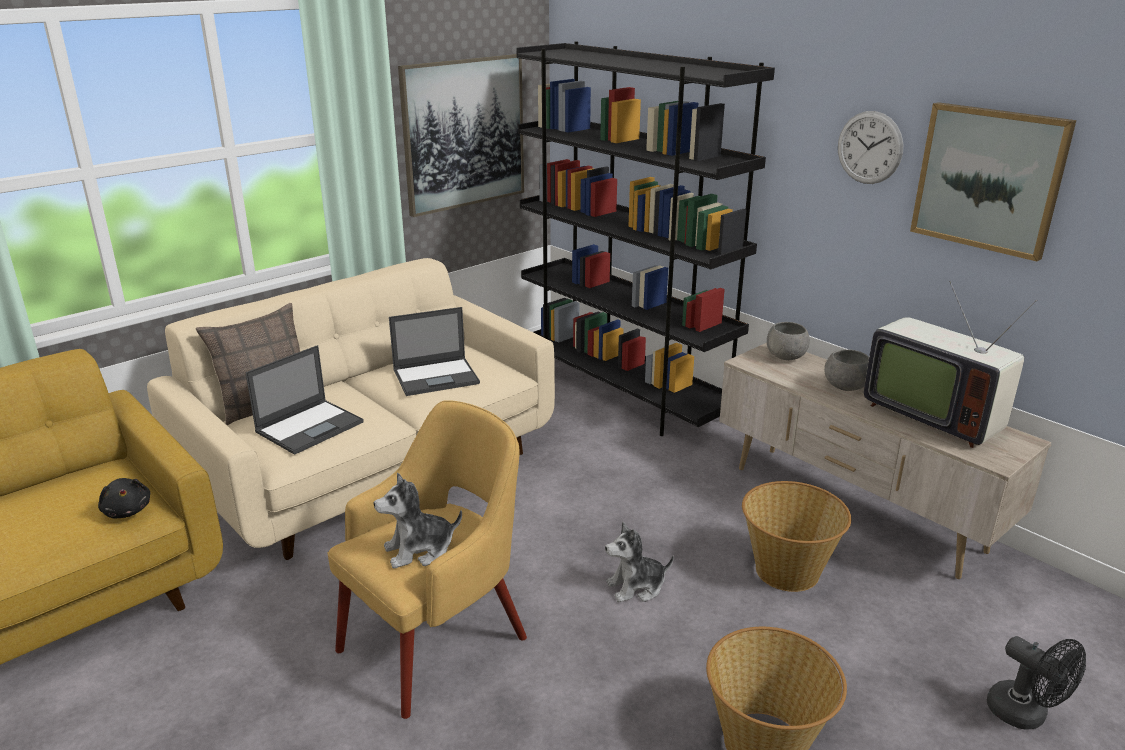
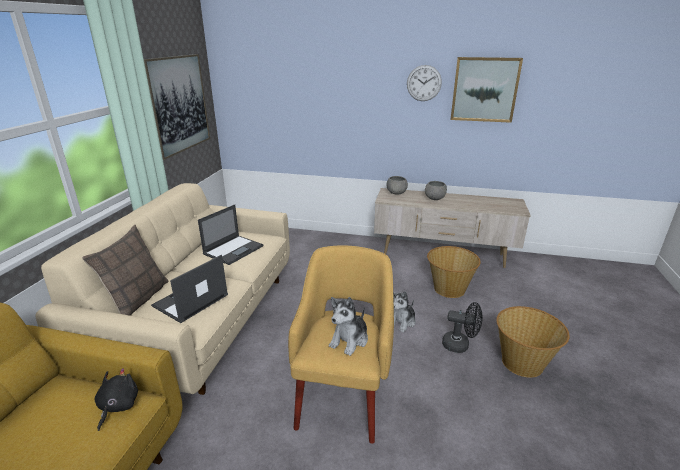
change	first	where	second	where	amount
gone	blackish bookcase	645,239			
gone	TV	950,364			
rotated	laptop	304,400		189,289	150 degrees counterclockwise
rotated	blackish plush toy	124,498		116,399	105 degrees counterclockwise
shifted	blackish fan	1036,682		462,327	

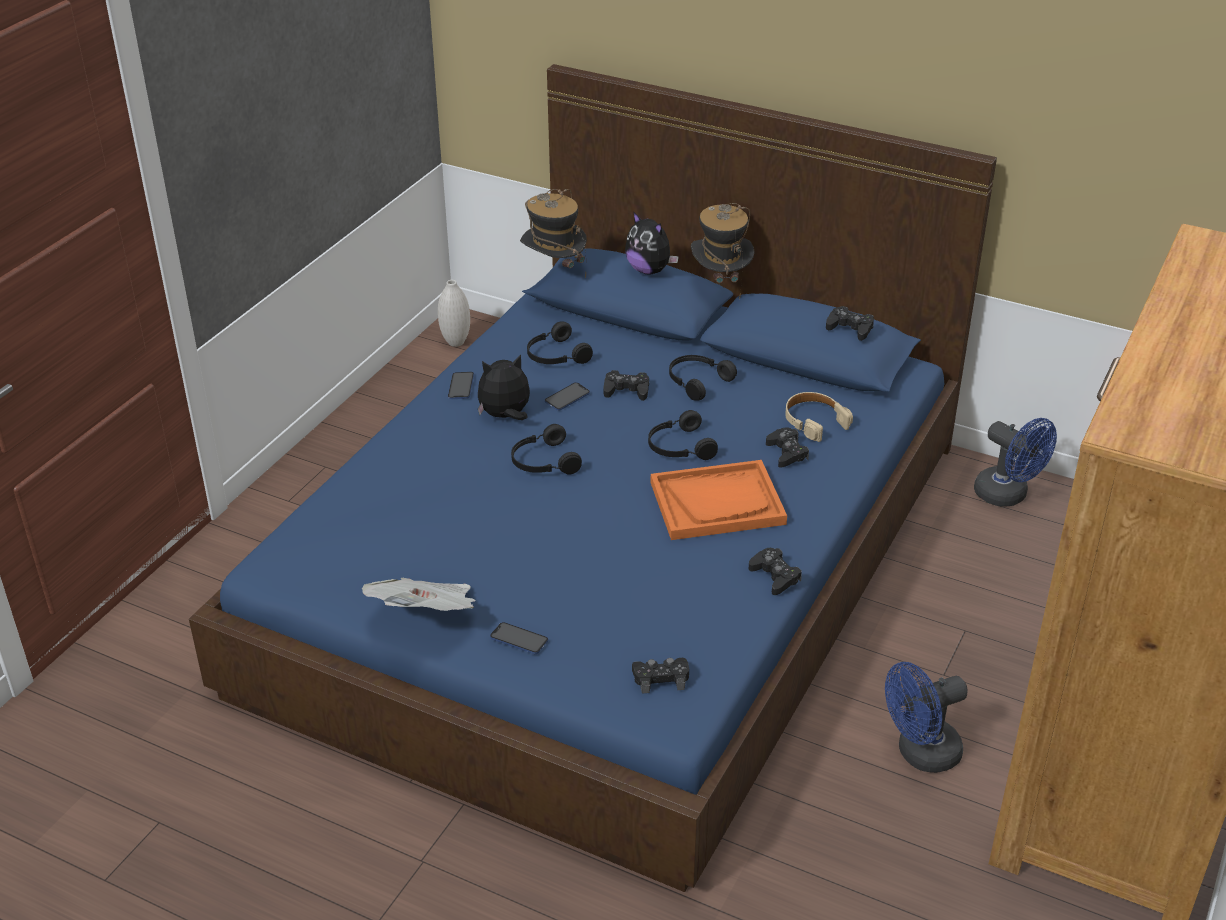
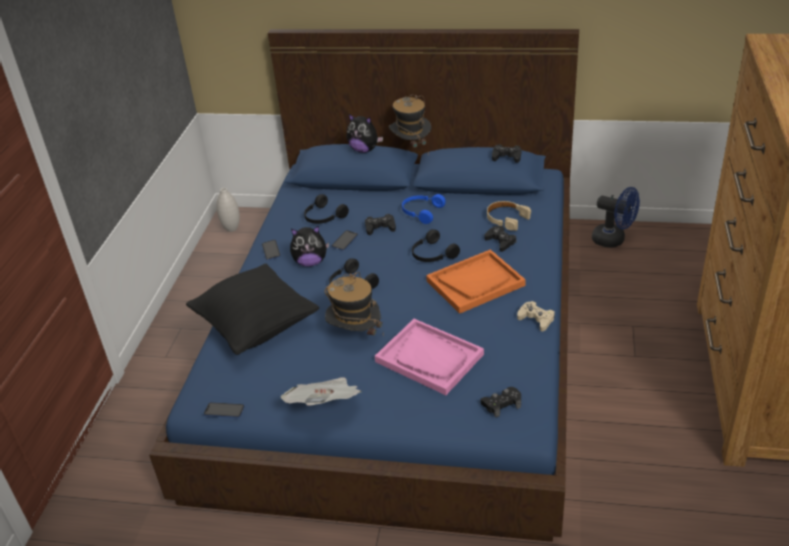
change	first	where	second	where	amount
shifted	hat	553,233		354,304	
rotated	plush toy	504,387		309,246	150 degrees counterclockwise
repainted	blackish pair of headphones	703,378	blue pair of headphones	424,209	
repainted	blackish gamepad	775,571	beige gamepad	536,316	
shifted	handset	519,638		224,410	
gone	blue fan	926,717			
new			blackish cushion	252,309	
new			pink-coloured carrying tray	429,357	

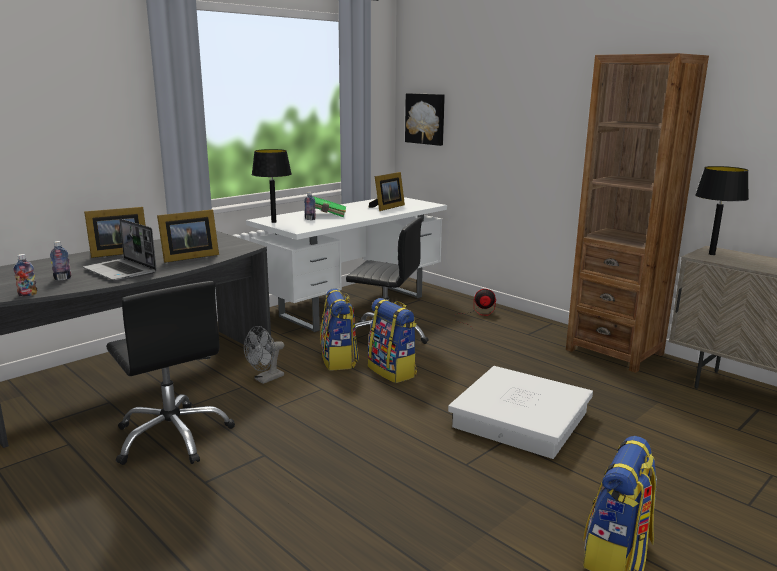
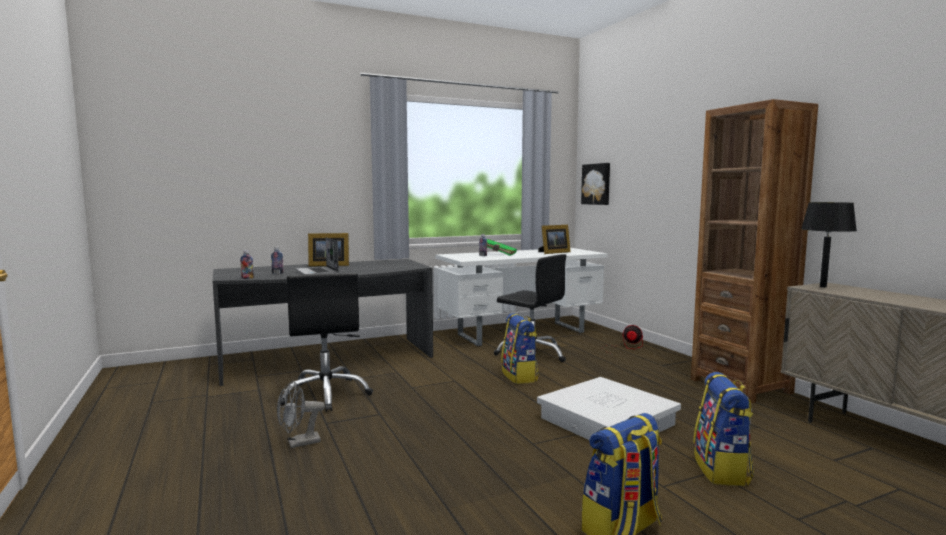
change	first	where	second	where	amount
gone	blackish tabletop lamp	272,186			
gone	photo frame	188,236			
shifted	backpack	339,329		723,429	
shifted	greyish fan	264,355		301,414	

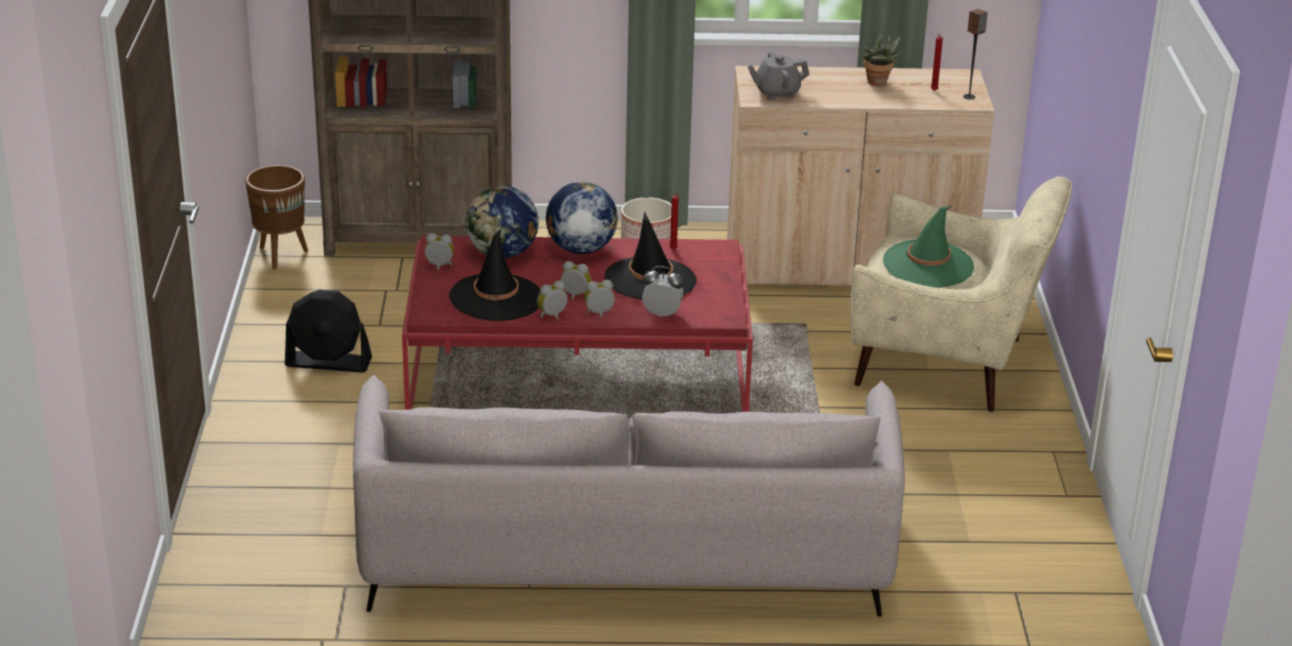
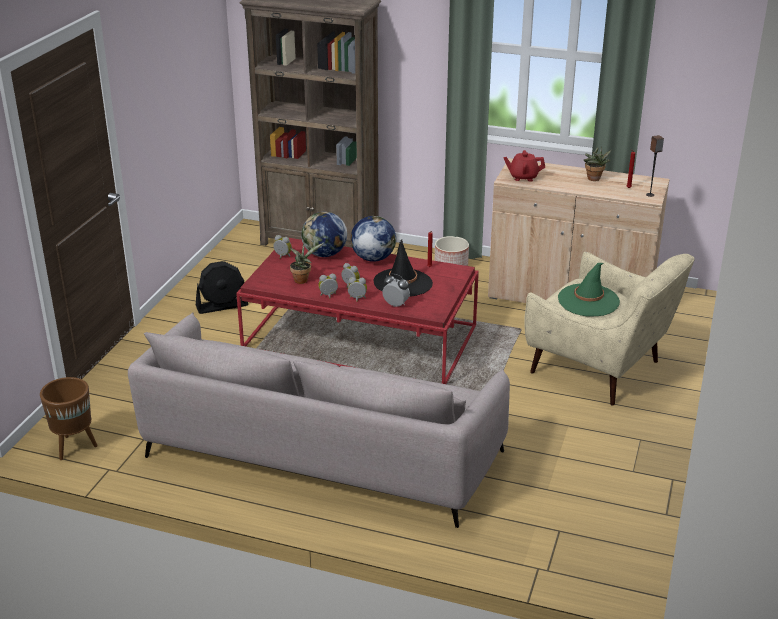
change	first	where	second	where	amount
repainted	greyish tea pot	778,76	red tea pot	524,166	
shifted	brownish flower pot	276,217		69,418	
swapped	blackish hat	494,274	potted plant	306,263	
rotated	blackish fan	328,331		222,287	45 degrees counterclockwise

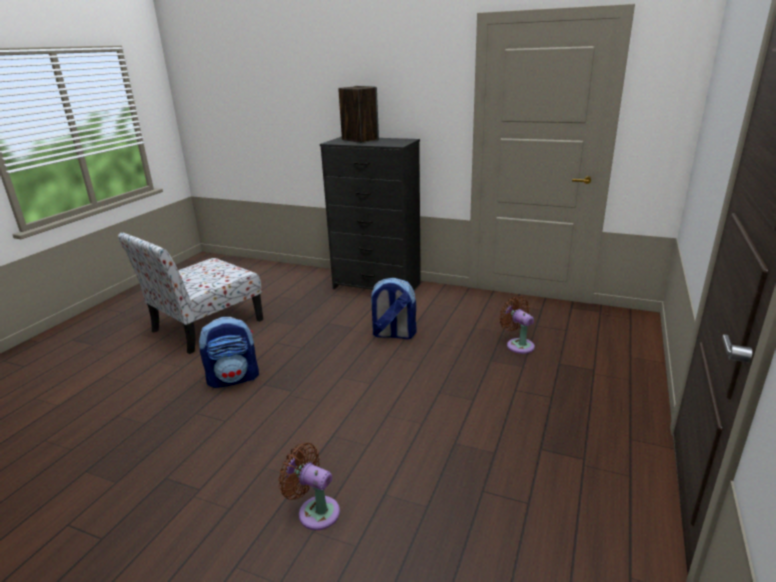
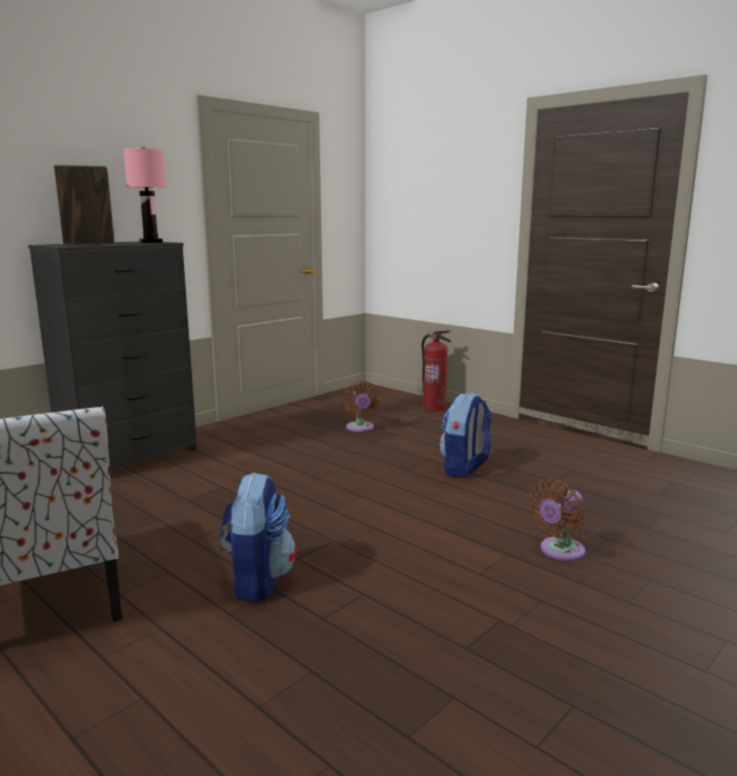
change	first	where	second	where	amount
shifted	backpack	393,308		466,435	
rotated	brownish fan	517,325		362,406	90 degrees counterclockwise
new			pink-coloured tabletop lamp	144,195	
new			fire-fighting cylinder	436,370	

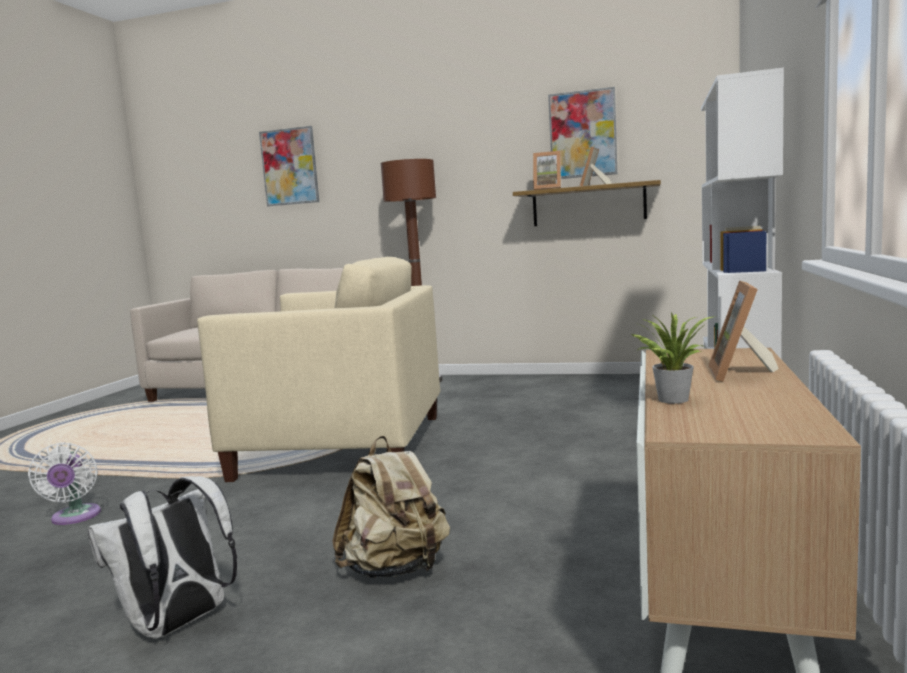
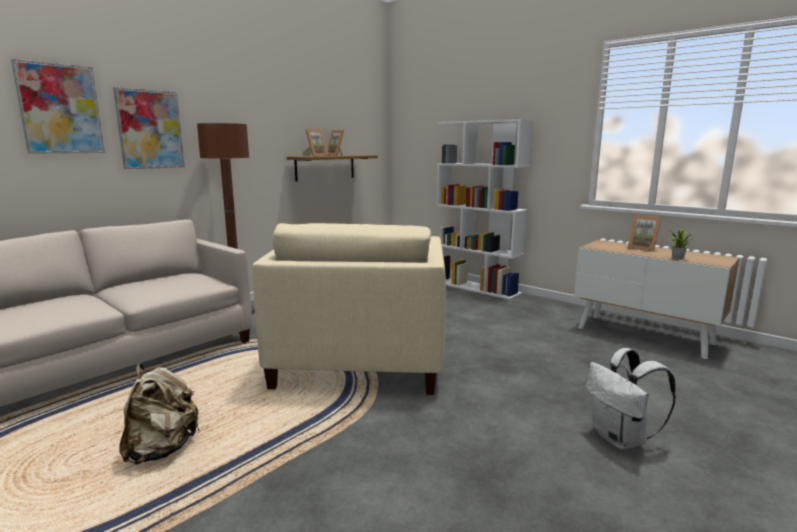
change	first	where	second	where	amount
shifted	wall art	582,133		149,128	
rotated	beige armchair	318,369		349,309	150 degrees clockwise
shifted	beige backpack	391,507		159,414	
gone	white-coloured fan	64,483			

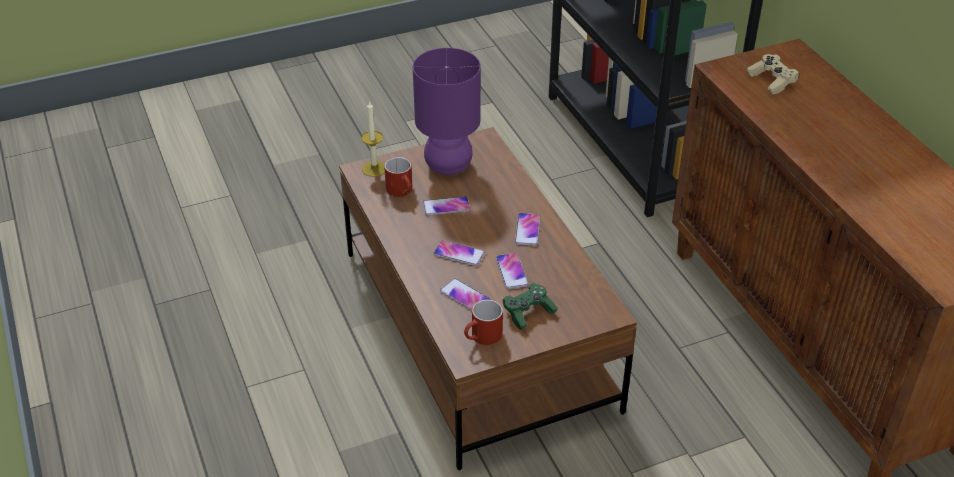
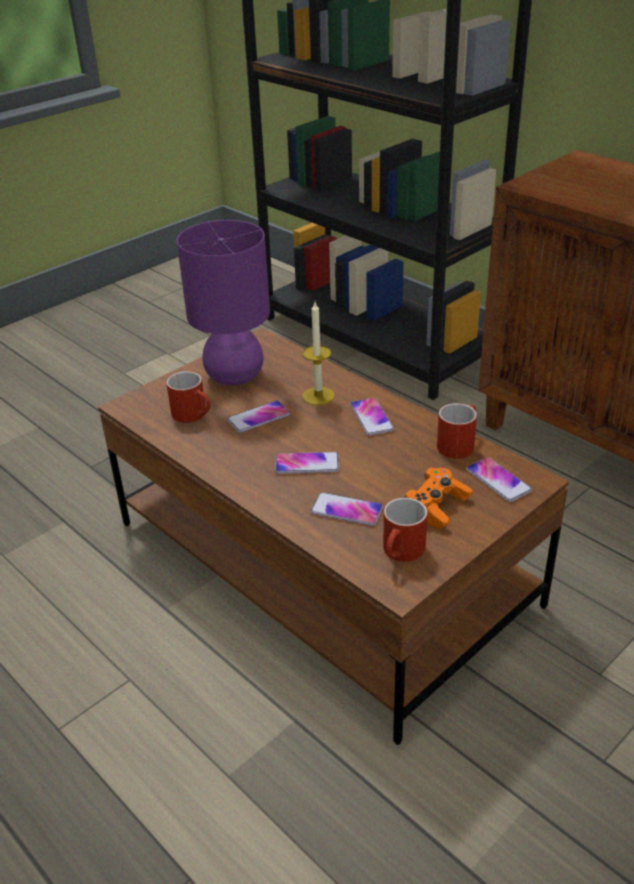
change	first	where	second	where	amount
gone	beige gamepad	773,74			
shifted	wax light	373,139		318,353	
shifted	handset	512,271		499,479	
repainted	greenish gamepad	530,306	orange-coloured gamepad	438,499	
new			red tea mug	457,431	

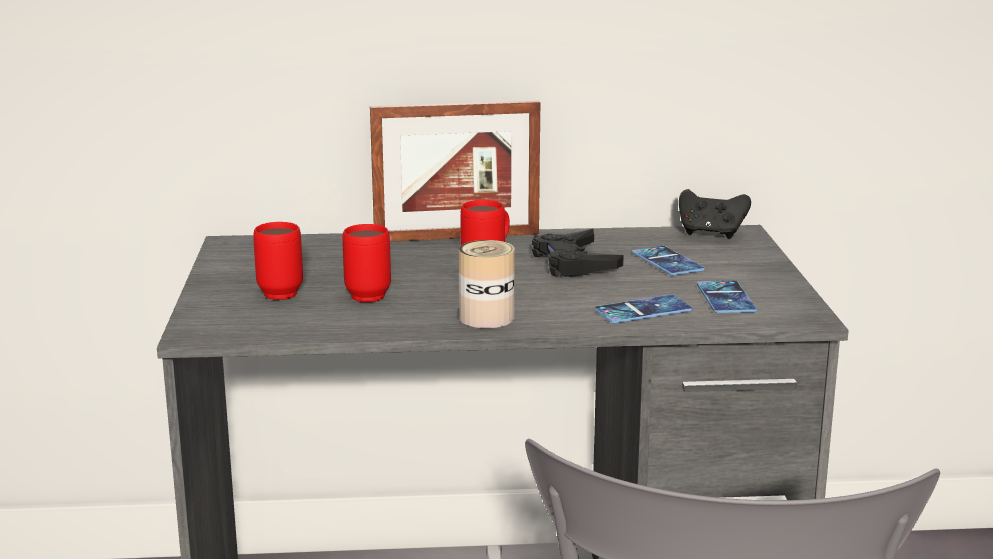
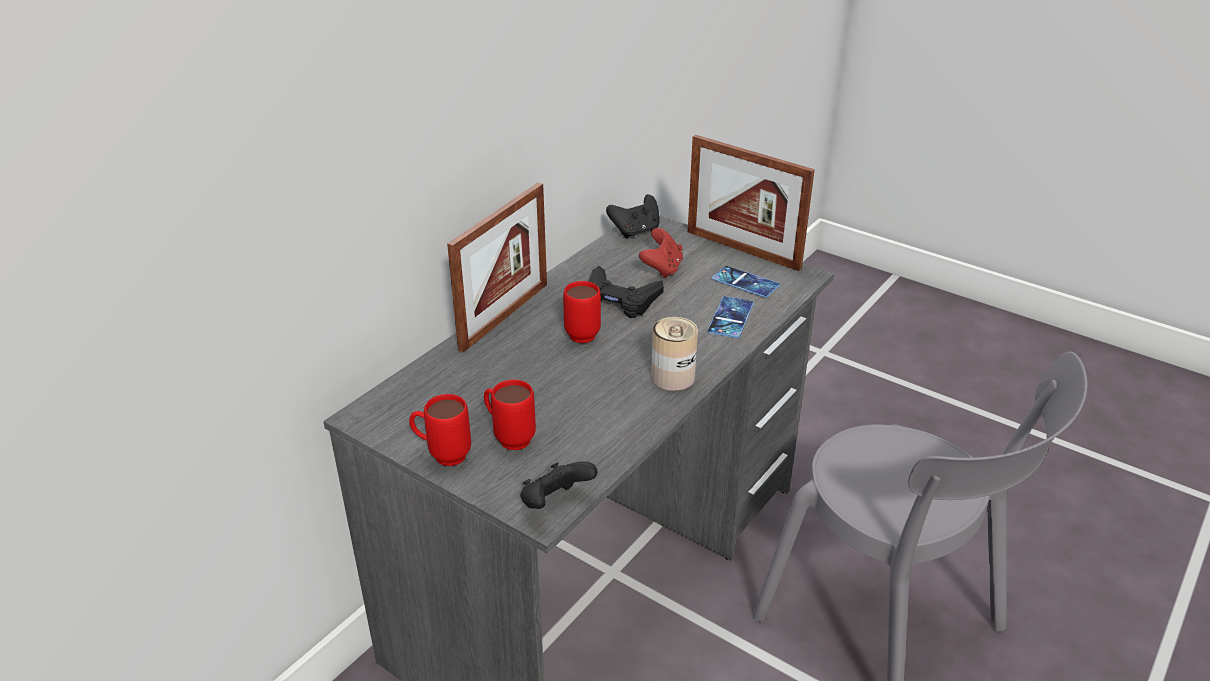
change	first	where	second	where	amount
shifted	red tea mug	366,263		440,430	
swapped	handset	668,260	red gamepad	661,253	
new			photo frame	751,203	
new			blackish gamepad	559,485	

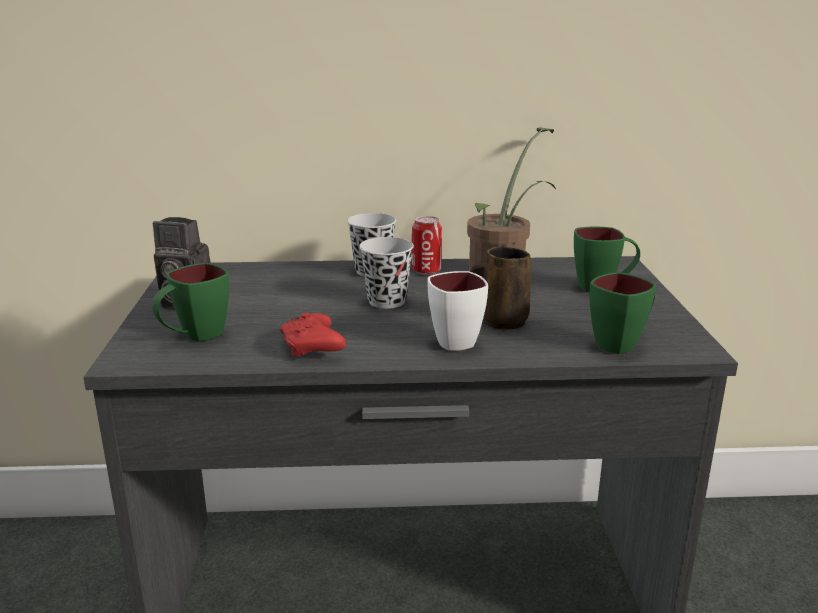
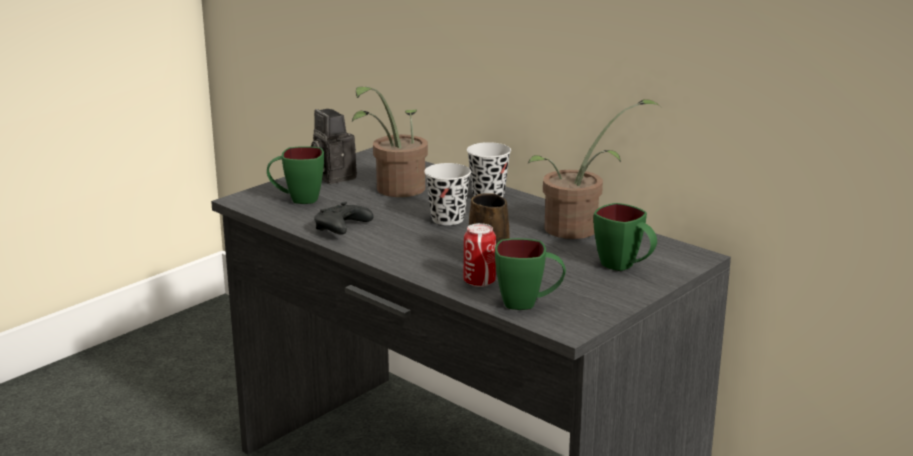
change	first	where	second	where	amount
shifted	sealed can	427,245		480,255	
gone	white-coloured tea mug	457,311			
repainted	red gamepad	313,334	blackish gamepad	343,218	
new			potted plant	390,141	

